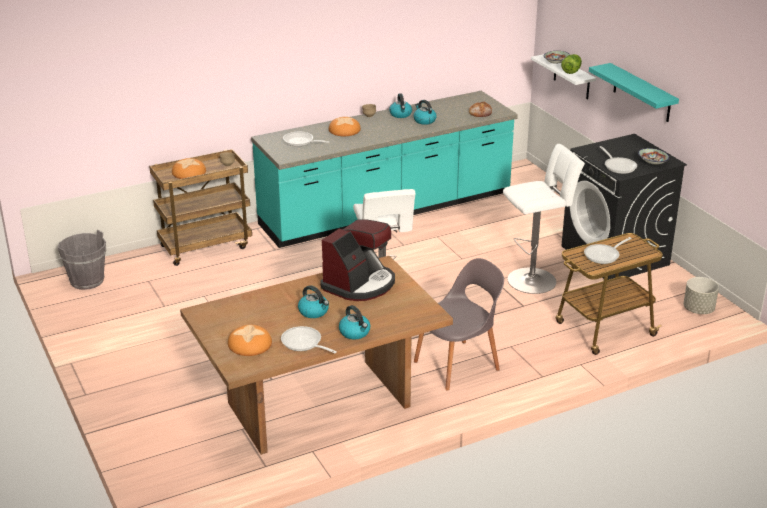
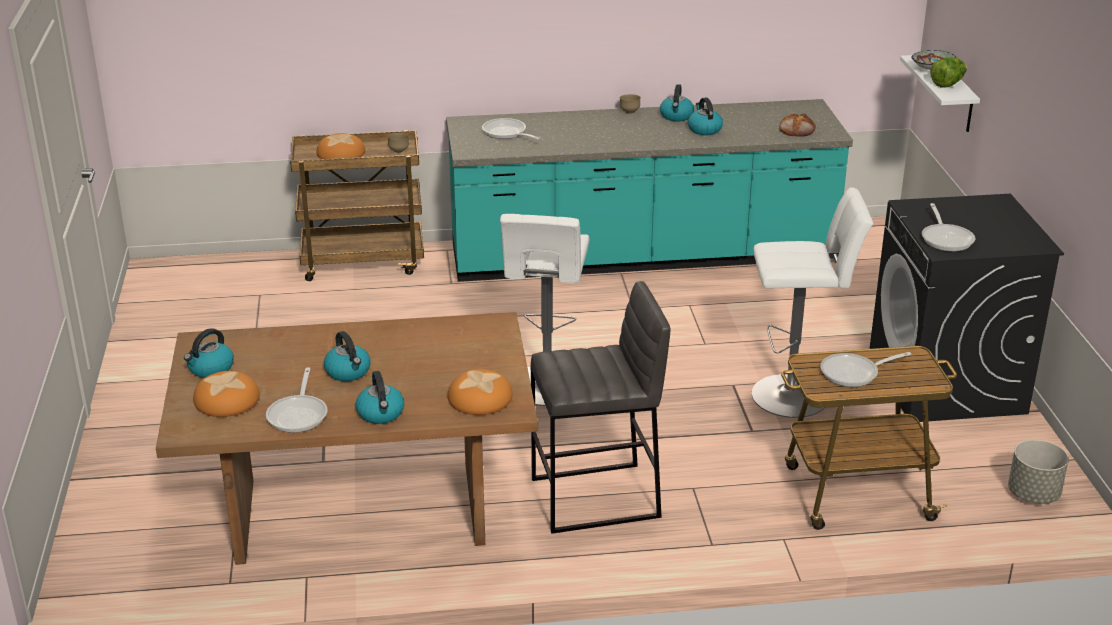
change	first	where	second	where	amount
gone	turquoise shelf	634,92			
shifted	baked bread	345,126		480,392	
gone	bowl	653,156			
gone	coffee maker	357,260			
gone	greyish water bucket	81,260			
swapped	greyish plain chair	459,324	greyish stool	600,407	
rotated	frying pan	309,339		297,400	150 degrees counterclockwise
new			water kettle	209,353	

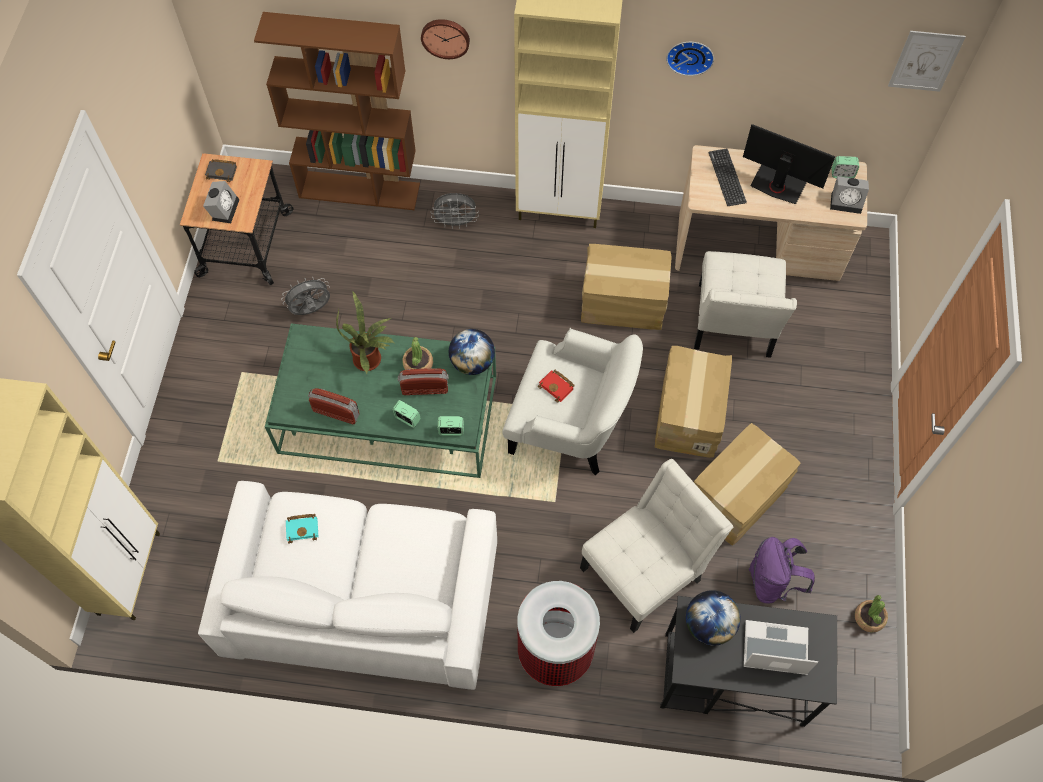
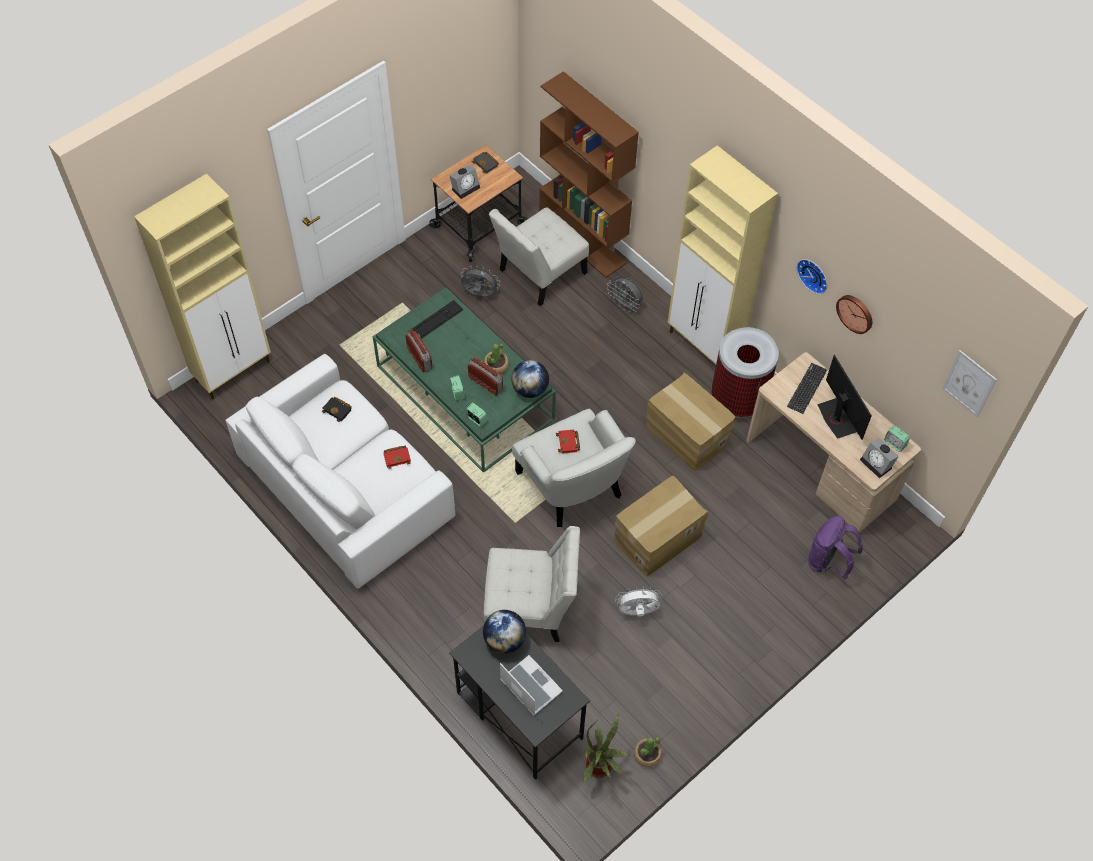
change	first	where	second	where	amount
shifted	hanging clock	445,39		854,314	
shifted	white-coloured plain chair	745,304		539,256	
shifted	potted plant	365,333		606,748	
swapped	carton	747,484	white-coloured fan	638,601	
repainted	turquoise book	302,529	blackish book	337,409	
shifted	purplish backpack	782,570		835,548	
shifted	rubbish bin	558,633		745,372	
new			computer keyboard	437,319	
new			red book	397,457	

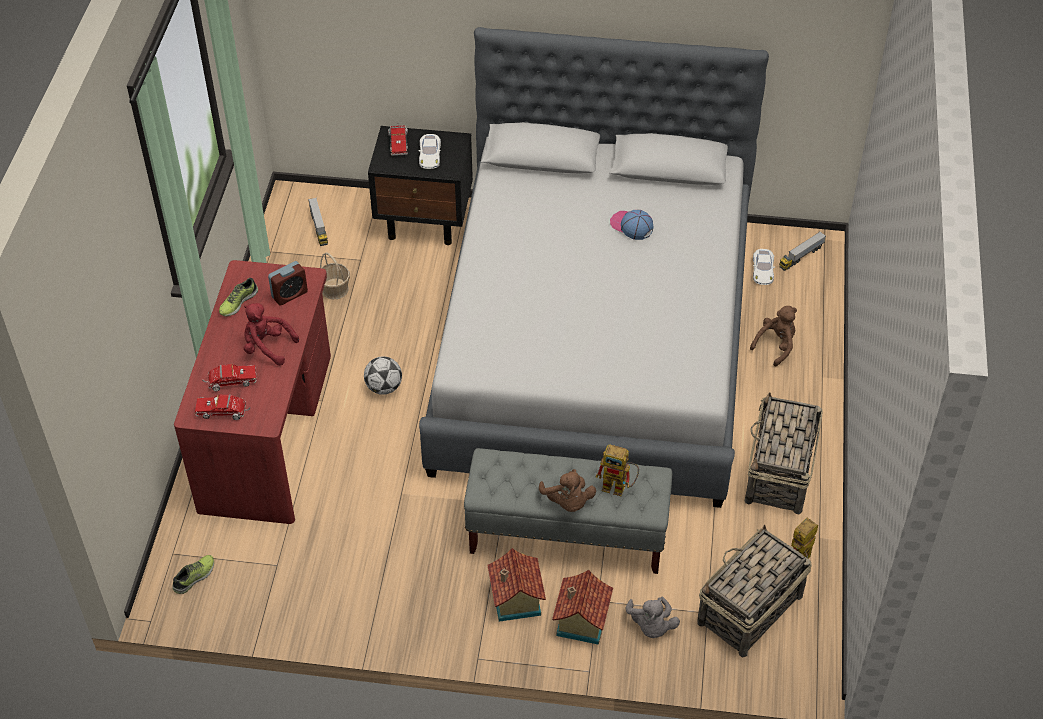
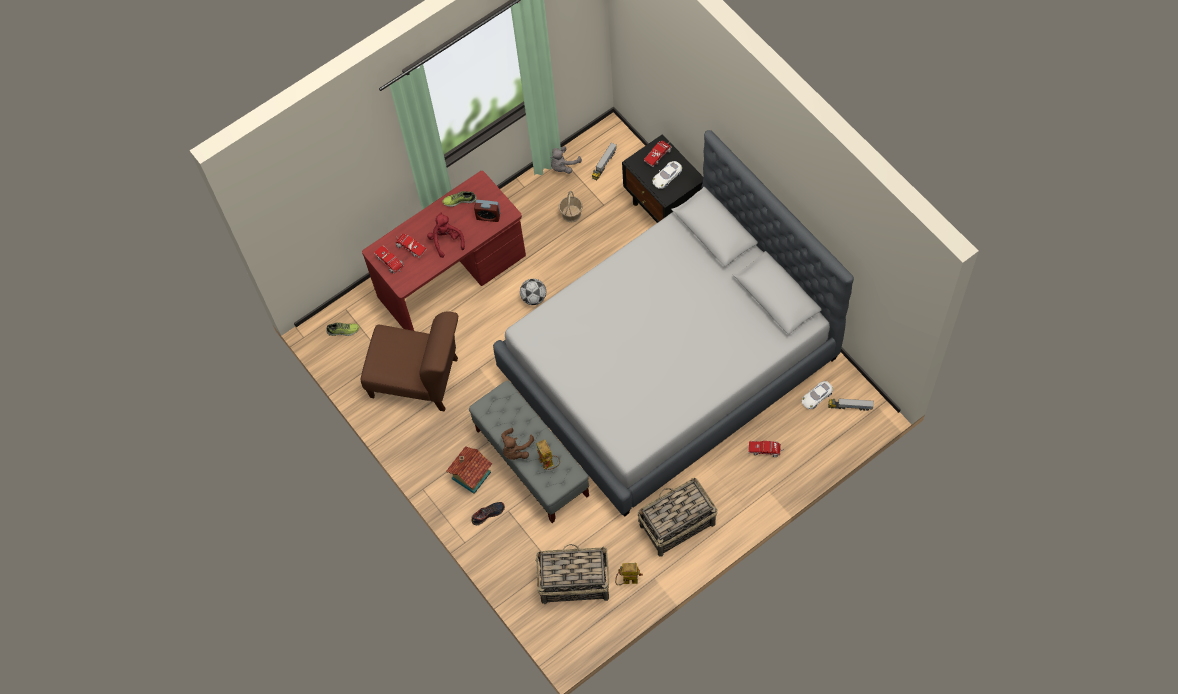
change	first	where	second	where	amount
gone	cap	631,225			
swapped	brownish plush toy	773,336	toy truck	766,449	
swapped	miniature house	582,607	low shoe	488,513	
shifted	greyish plush toy	653,617		566,160	
new			brownish plain chair	409,362	

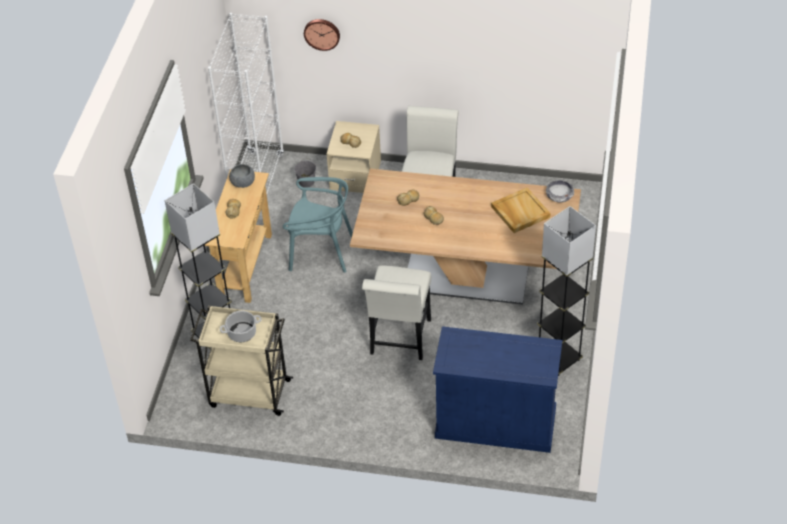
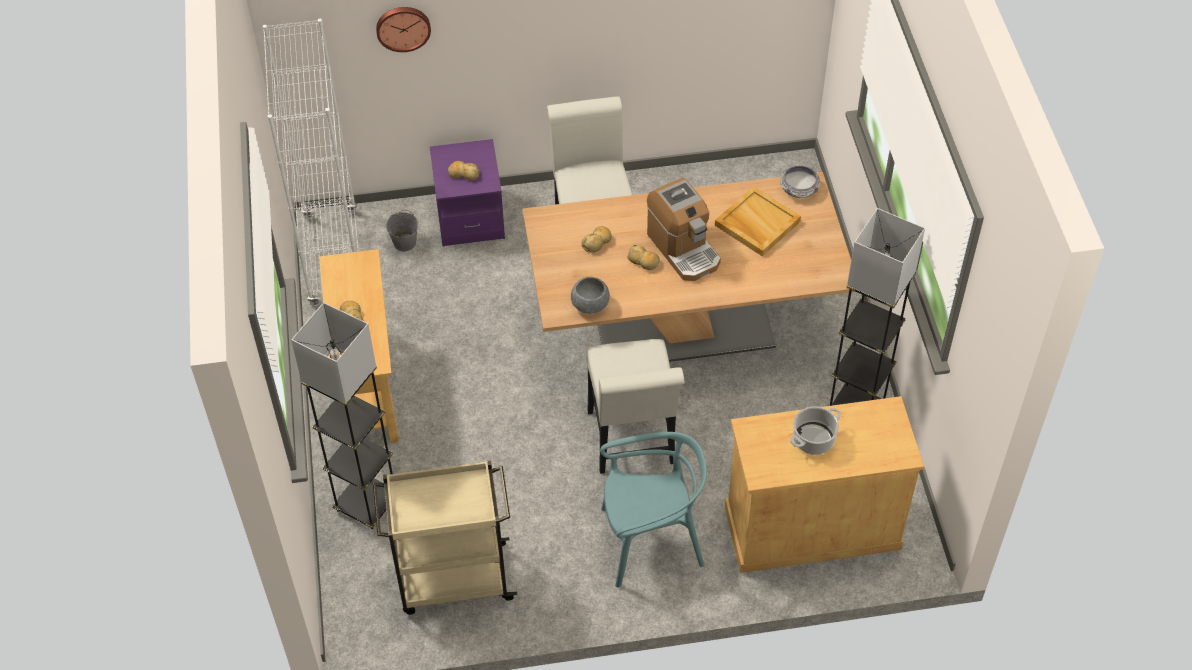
change	first	where	second	where	amount
repainted	beige night table	353,157	purplish night table	467,192	
shifted	greyish bowl	242,176		590,295	
shifted	turquoise plain chair	318,225		653,510	
shifted	stockpot	241,326		815,431	
repainted	blue cupboard	497,389	beige cupboard	824,484	
new			coffee maker	684,229	

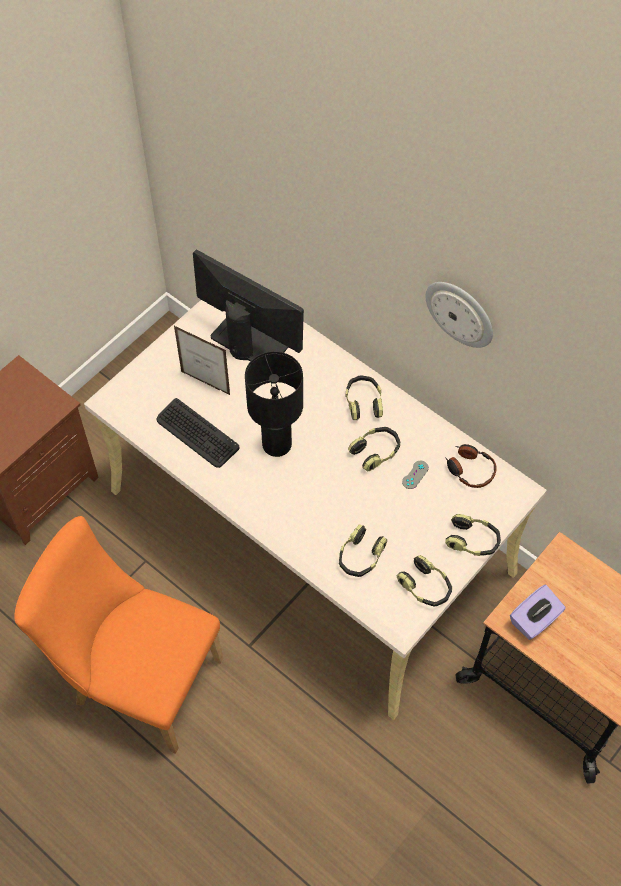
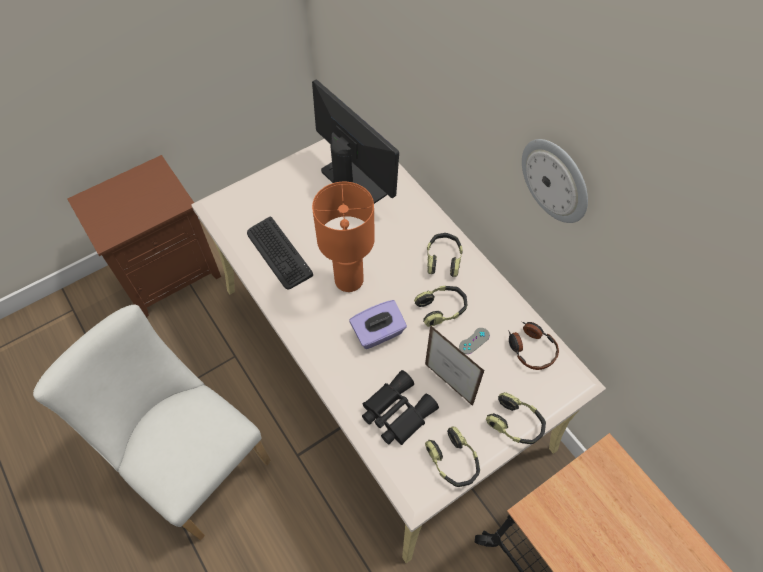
change	first	where	second	where	amount
shifted	photo frame	202,361		454,365	
repainted	blackish tabletop lamp	274,404	orange-coloured tabletop lamp	343,237	
repainted	orange-coloured plain chair	119,635	white-coloured plain chair	152,422	
swapped	pair of headphones	363,550	blackish pair of binoculars	400,407	
shifted	purplish tissue box	538,612		378,324	

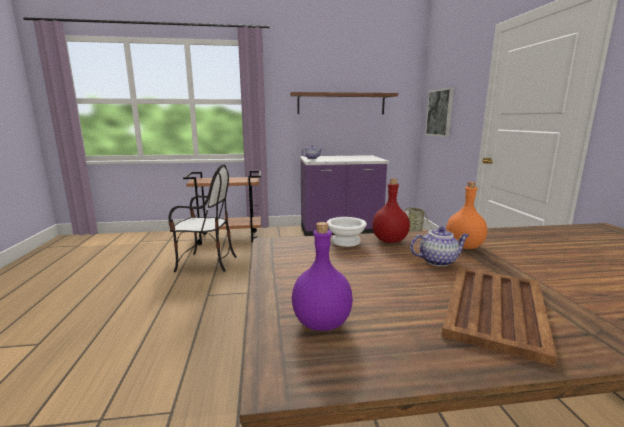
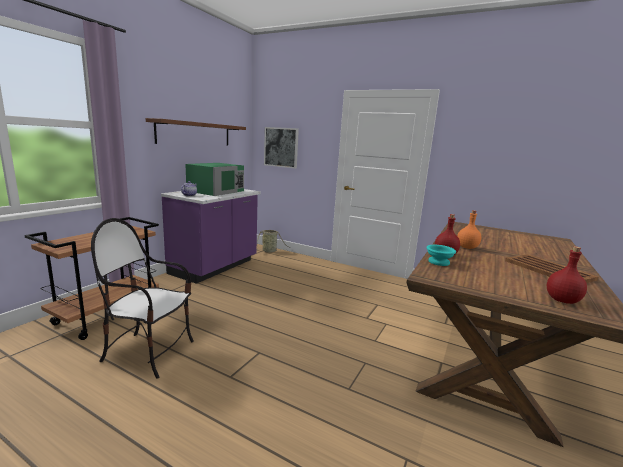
change	first	where	second	where	amount
rotated	plain chair	203,218		142,298	120 degrees counterclockwise
repainted	white-coloured bowl	347,232	turquoise bowl	441,255	
repainted	purplish drink bottle	322,276	red drink bottle	567,275	
gone	tea pot	439,246			
new			greenish kitchen microwave	214,179	

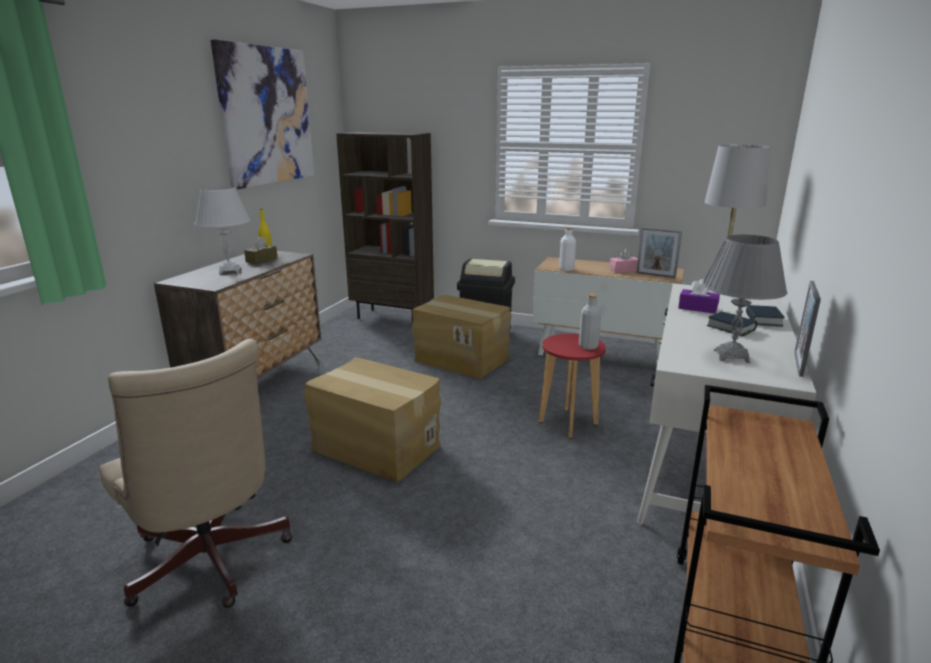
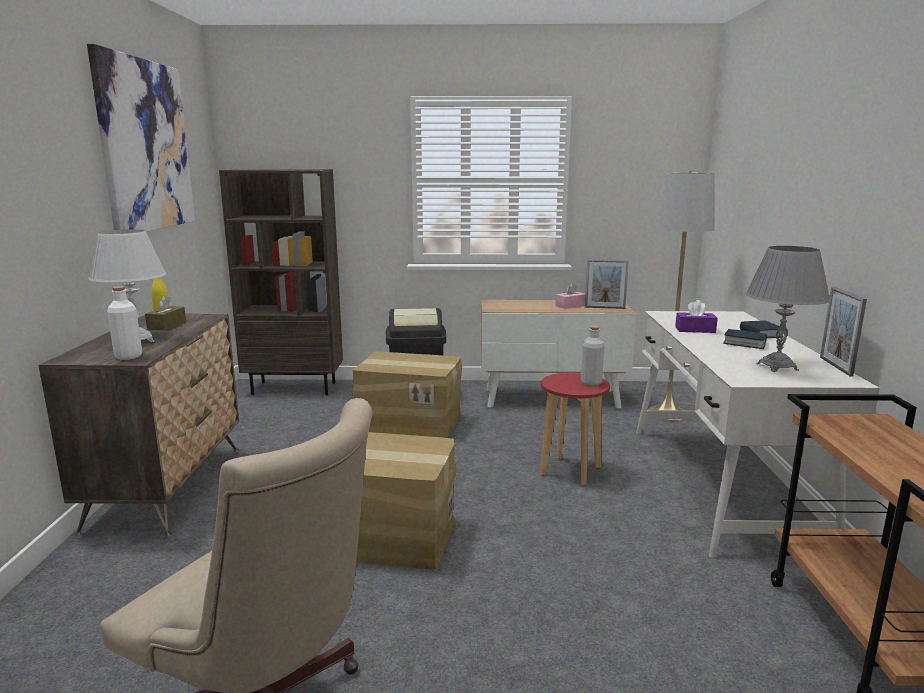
change	first	where	second	where	amount
shifted	white-coloured drink bottle	567,249		124,323	

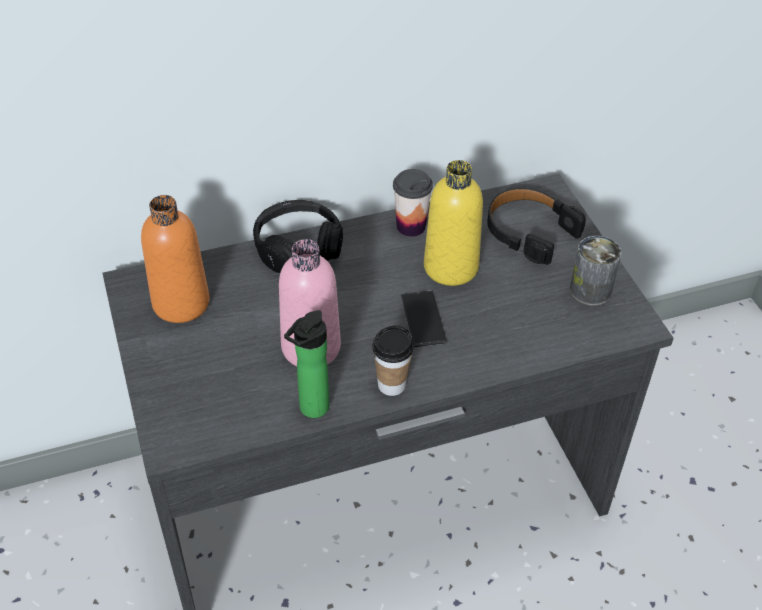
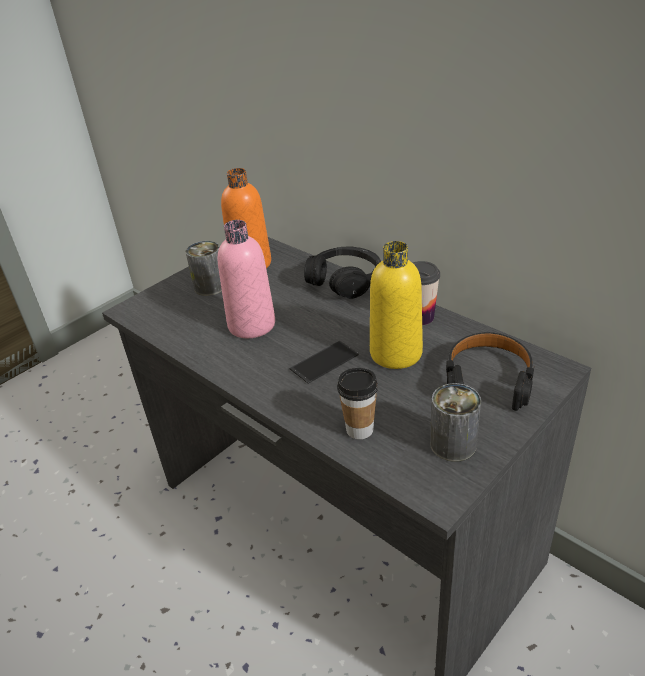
change	first	where	second	where	amount
gone	drink bottle	306,364			
shifted	cup	392,360		357,404	
new			sealed can	204,268	

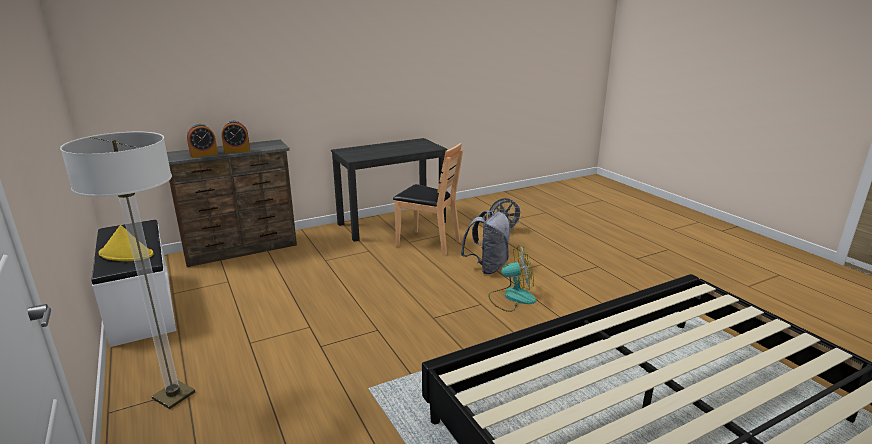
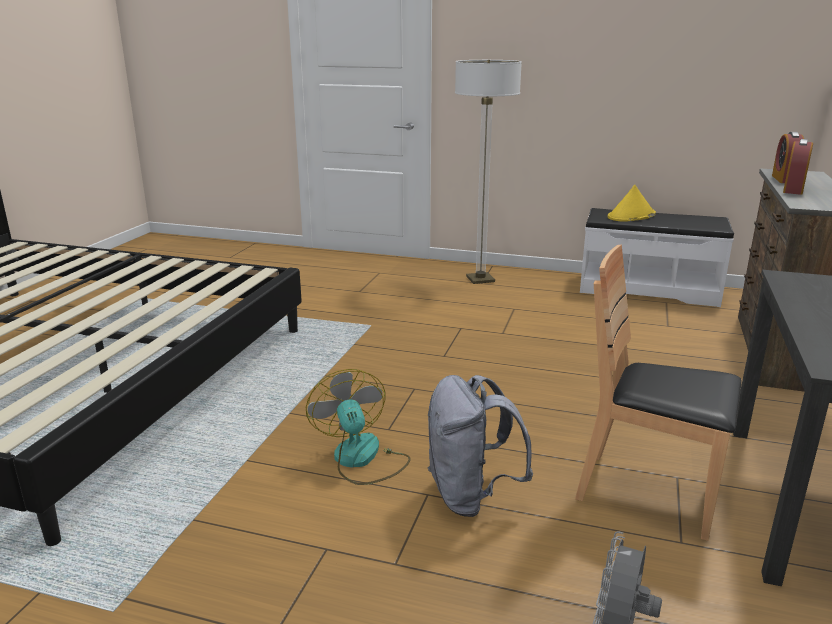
change	first	where	second	where	amount
rotated	brownish plain chair	428,199		658,393	45 degrees clockwise
rotated	fan	512,278		358,427	120 degrees clockwise

